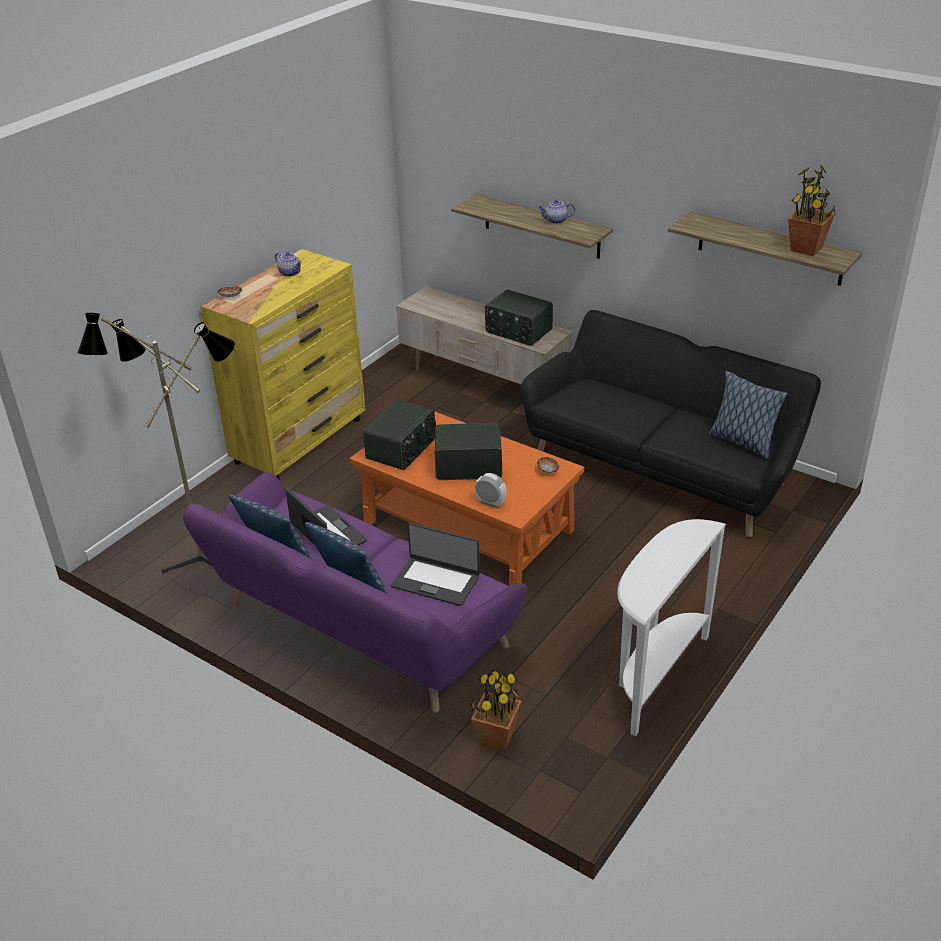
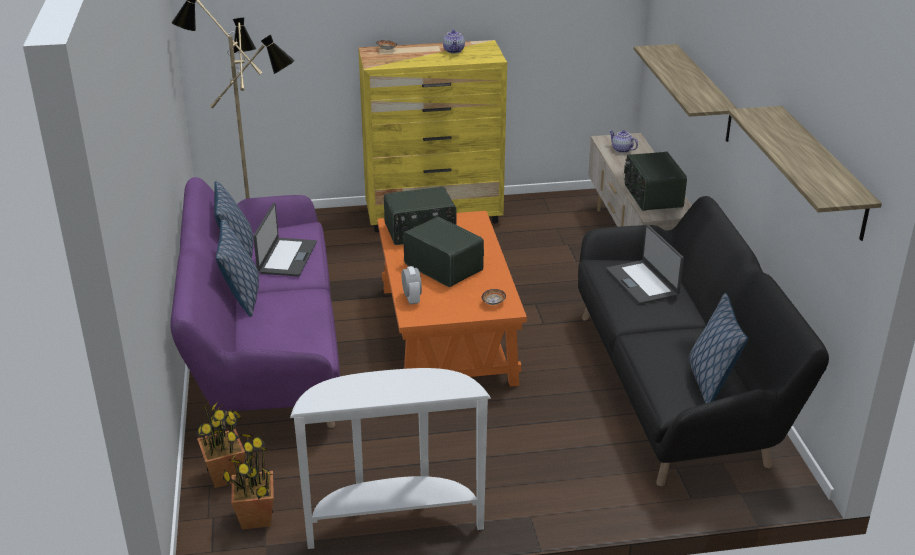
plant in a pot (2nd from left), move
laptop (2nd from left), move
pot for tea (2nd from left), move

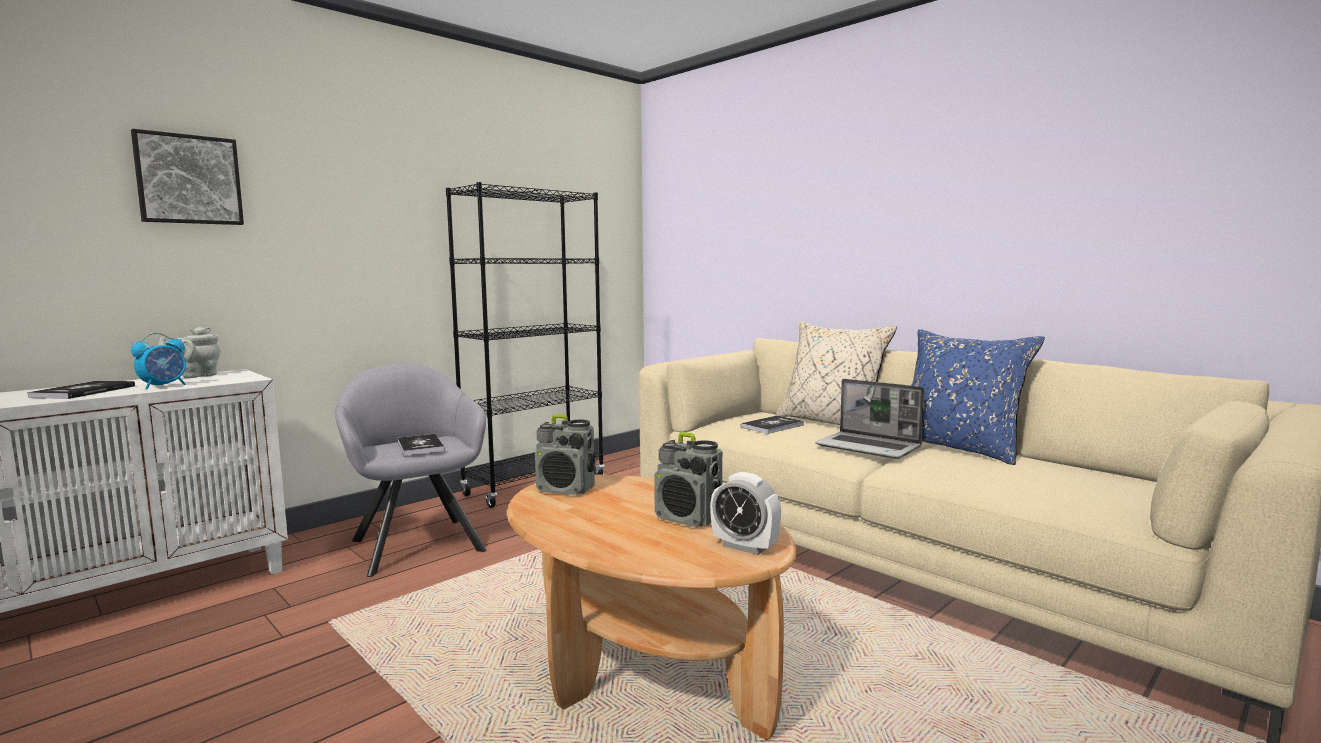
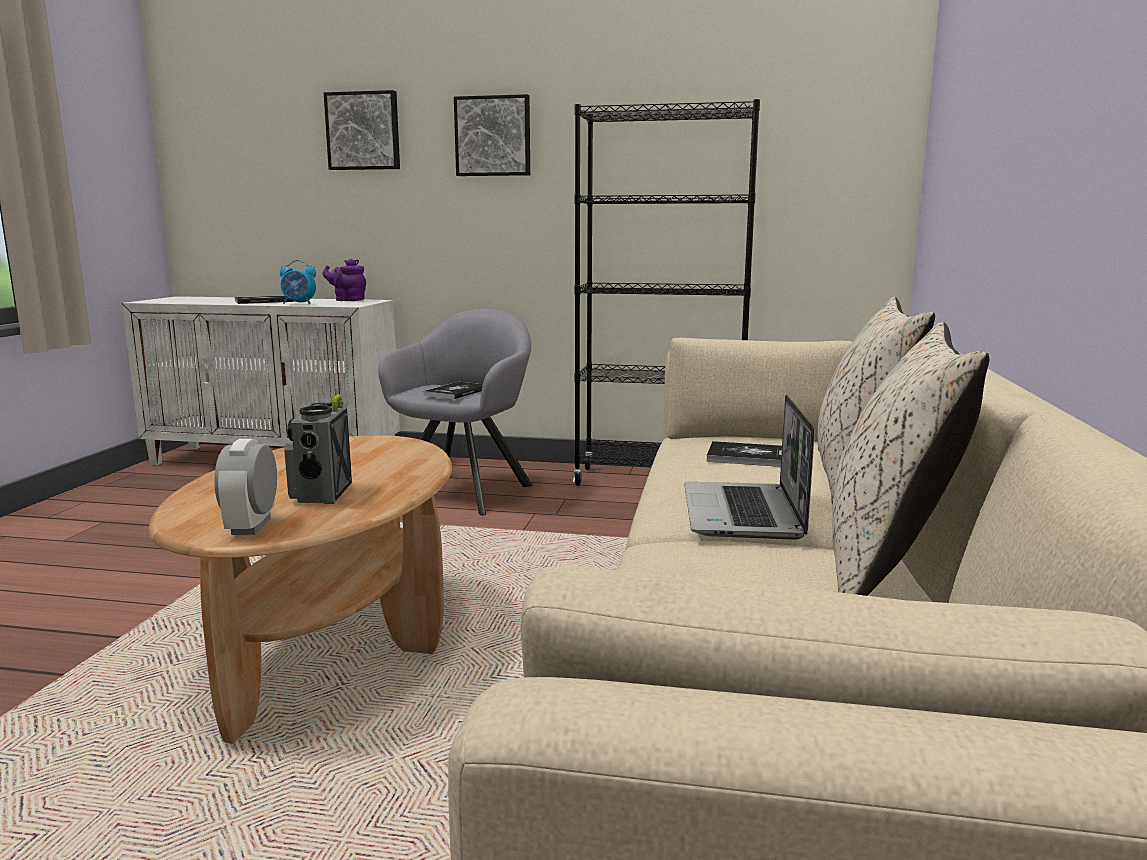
pot for tea/greyish → pot for tea/purple
- → wall picture (2nd from left)
pillow/bluish → pillow/beige (2nd from left)
radio receiver (1st from left) → -

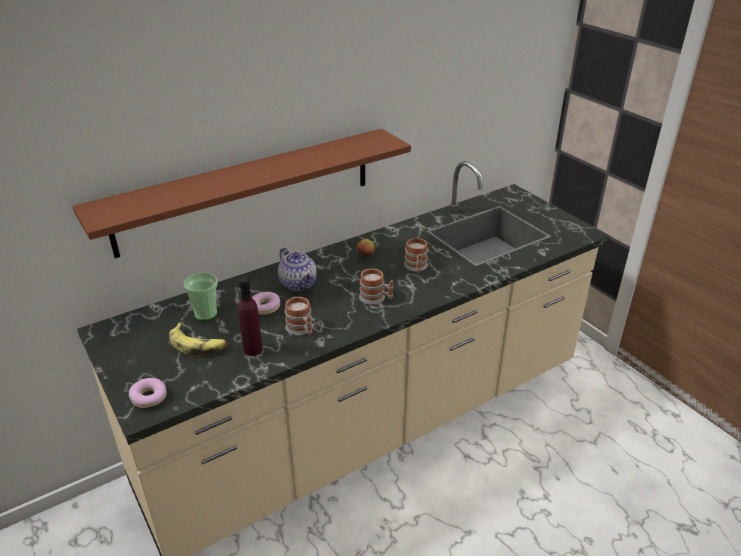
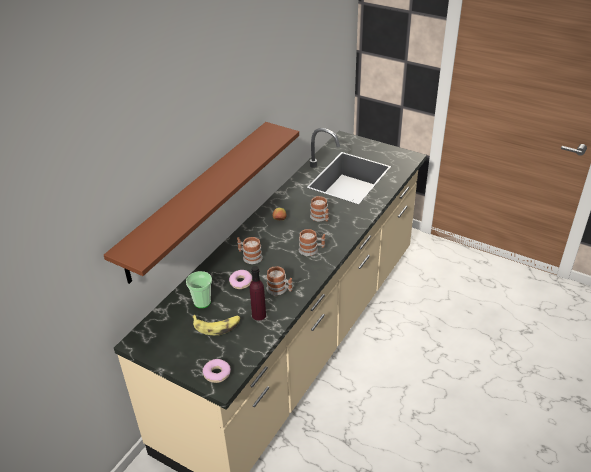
pot for tea → coffee mug (1st from left)

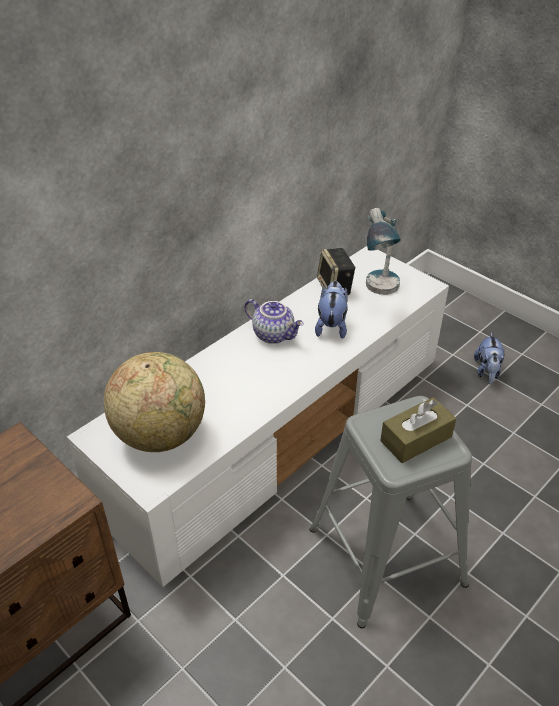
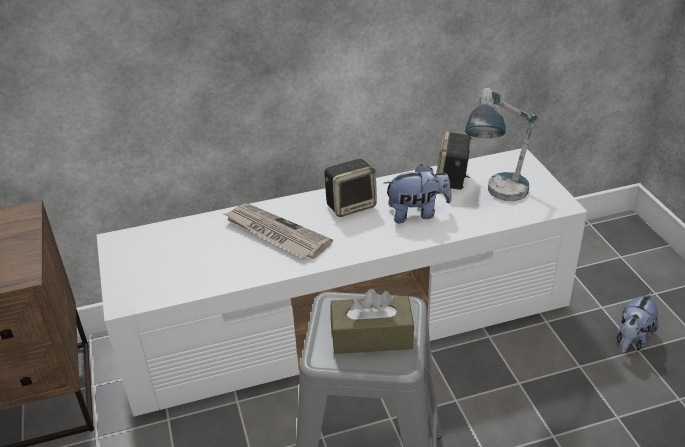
- → newspaper
pot for tea → loudspeaker (1st from left)
cuddly toy (1st from left), 45 degrees clockwise
world globe → -

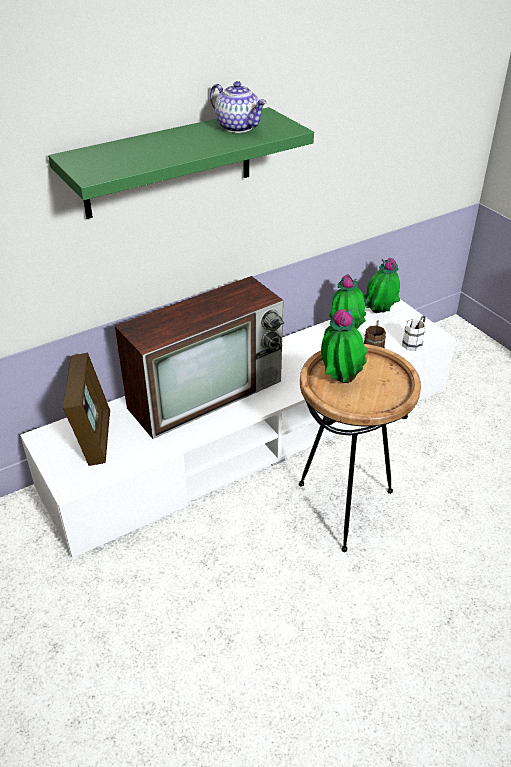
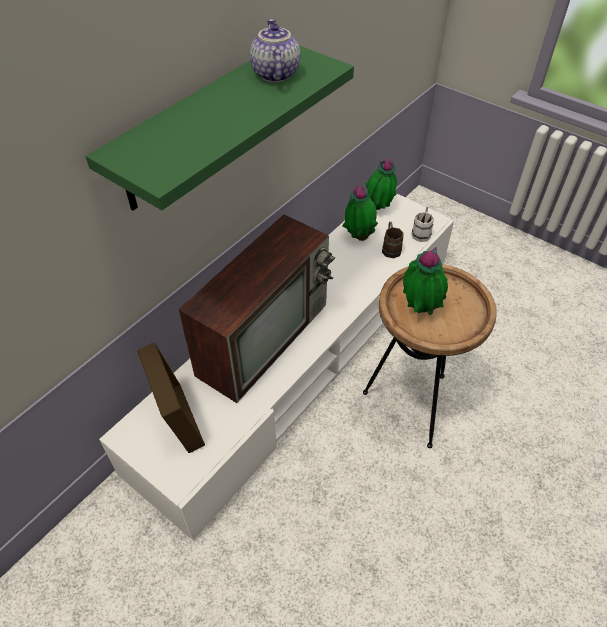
pot for tea, 120 degrees counterclockwise

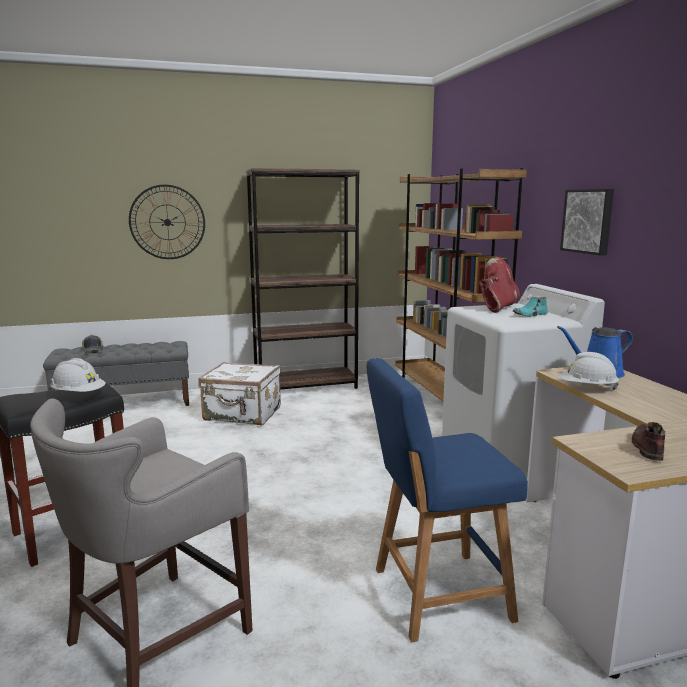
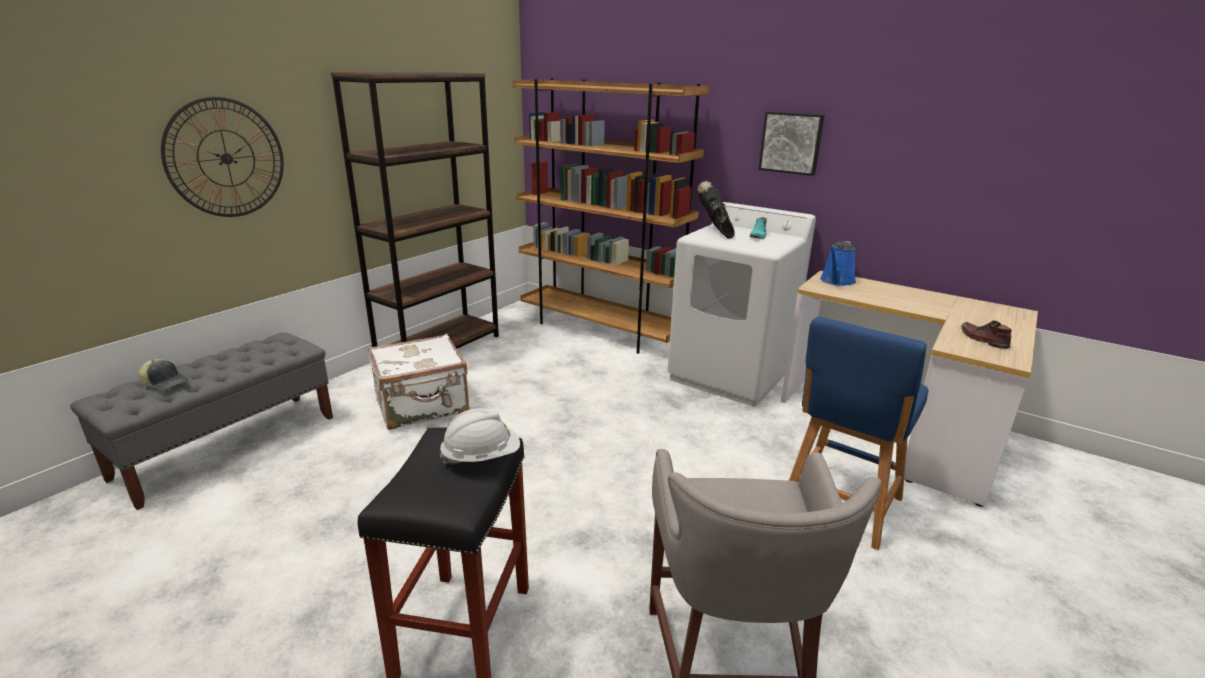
boot/red-coloured → boot/blackish
safety helmet/whitish (2nd from left) → -

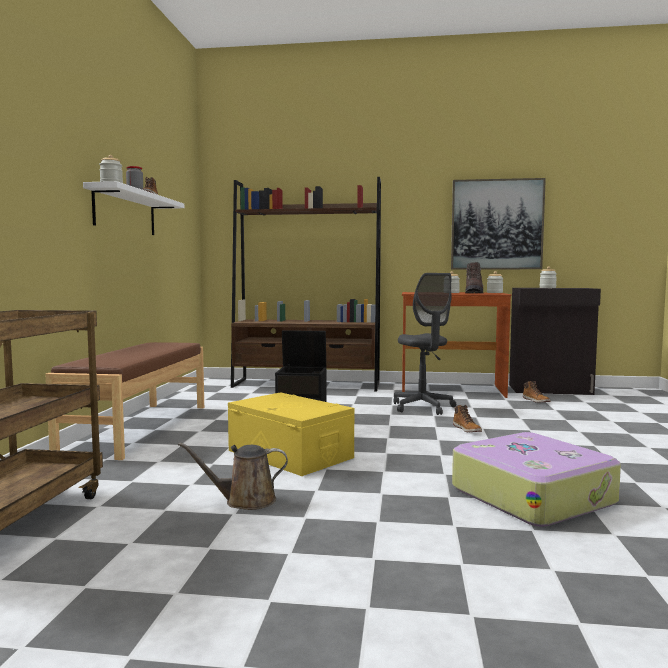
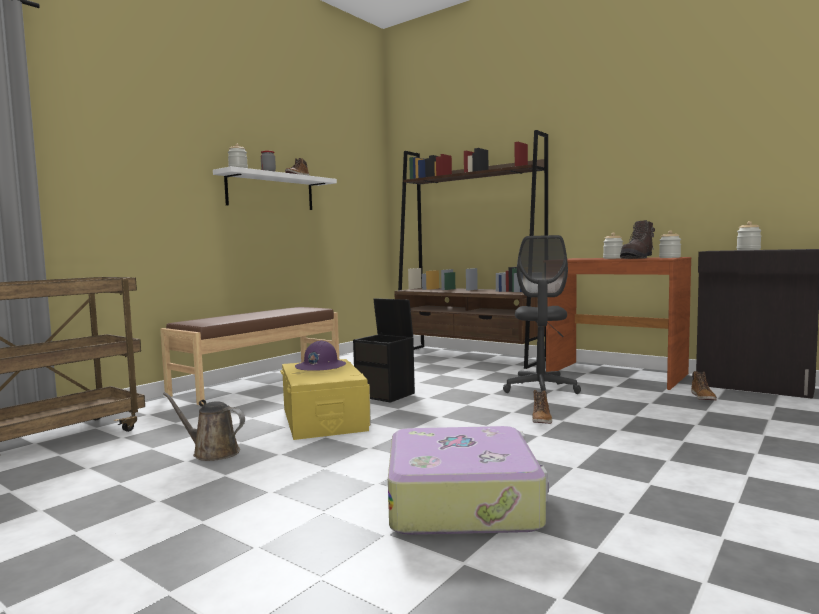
- → safety helmet/purple
wall picture → -

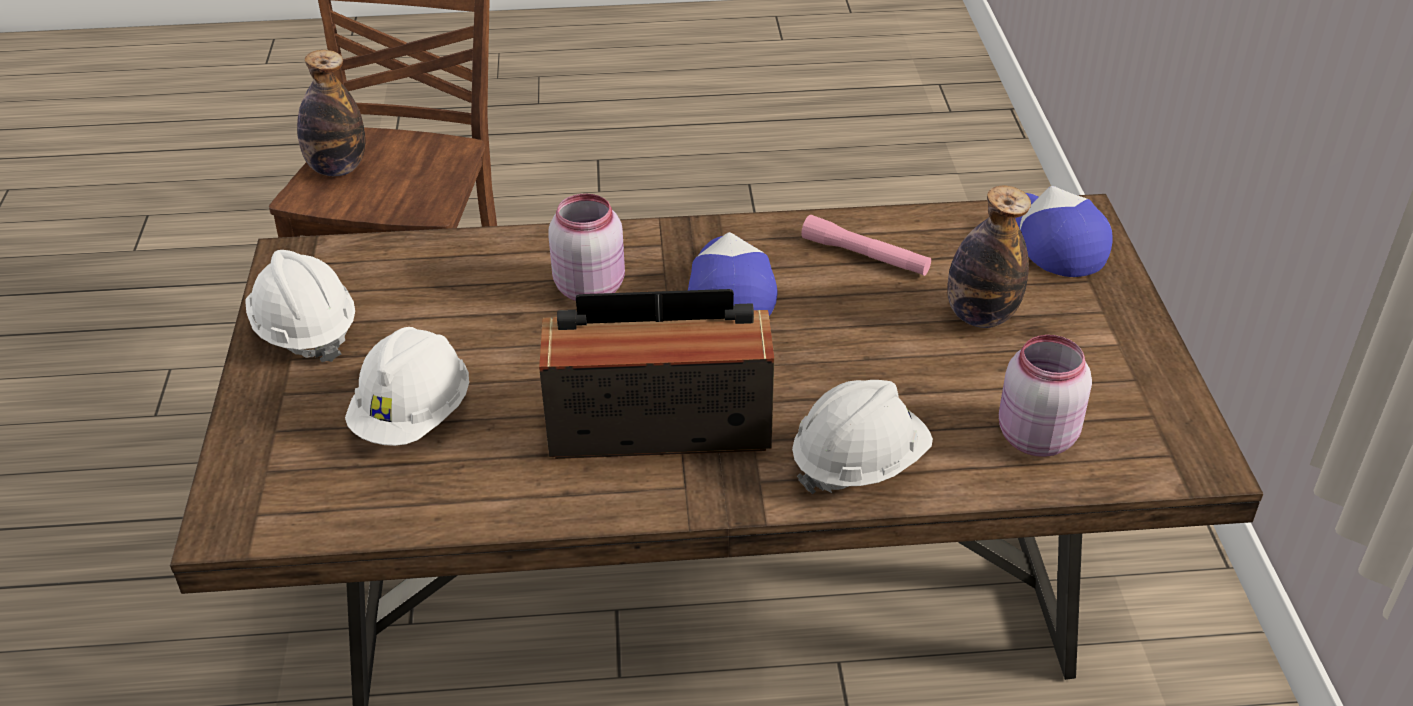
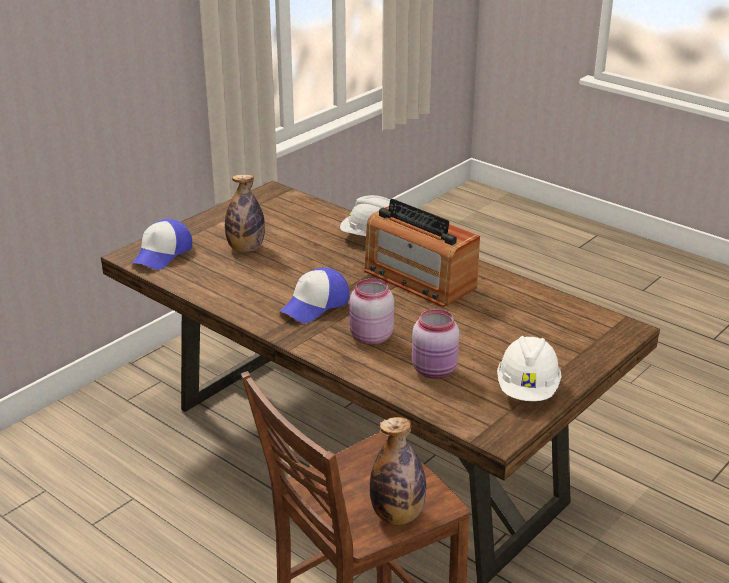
storage jar/pinkish (2nd from left), move
safety helmet/whitish (2nd from left) → -
torch/pinkish → -

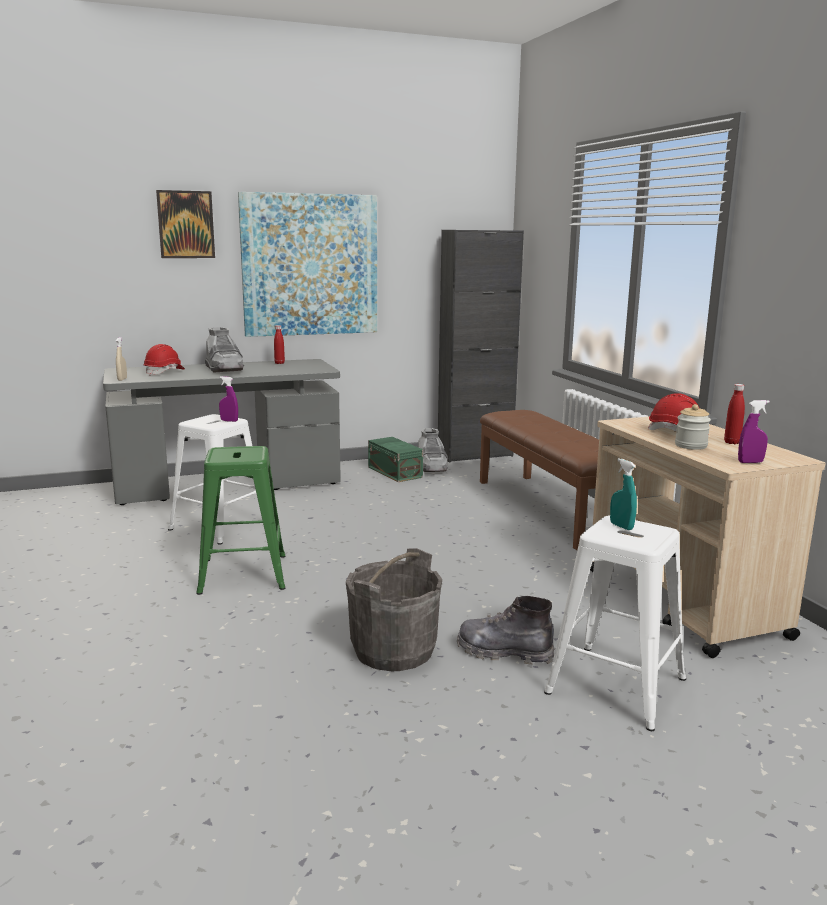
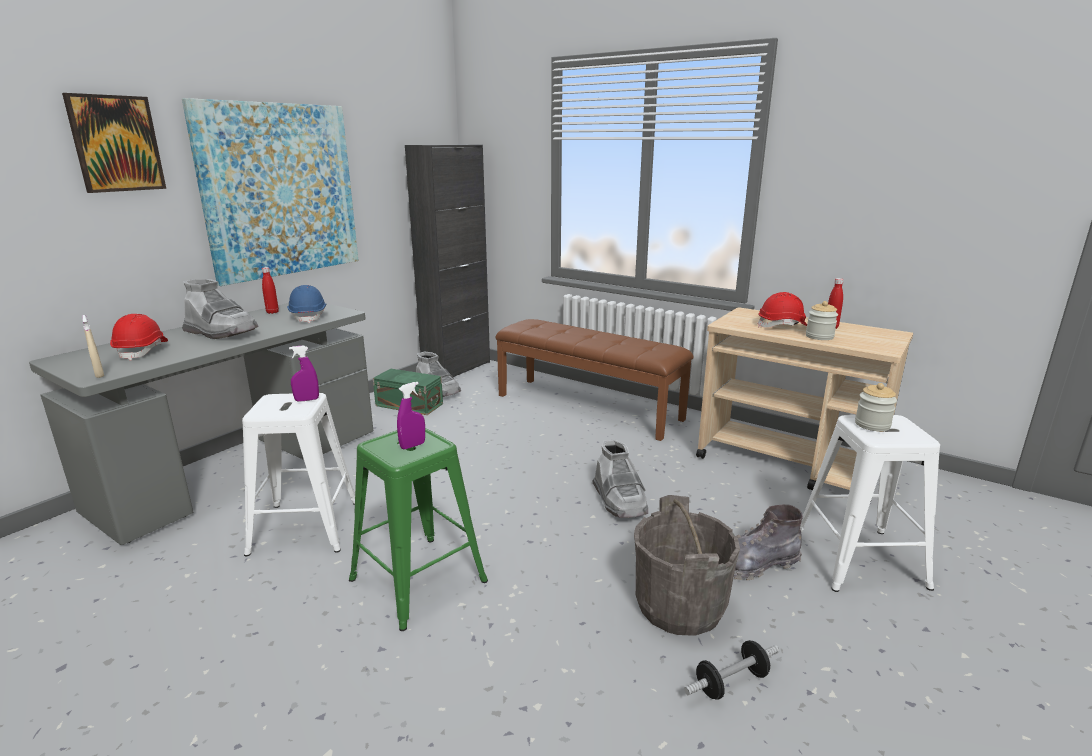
- → safety helmet/bluish
sprayer/purple (2nd from left), move
- → boot/greyish (3rd from left)
- → free weight
sprayer/turquoise → storage jar (2nd from left)

